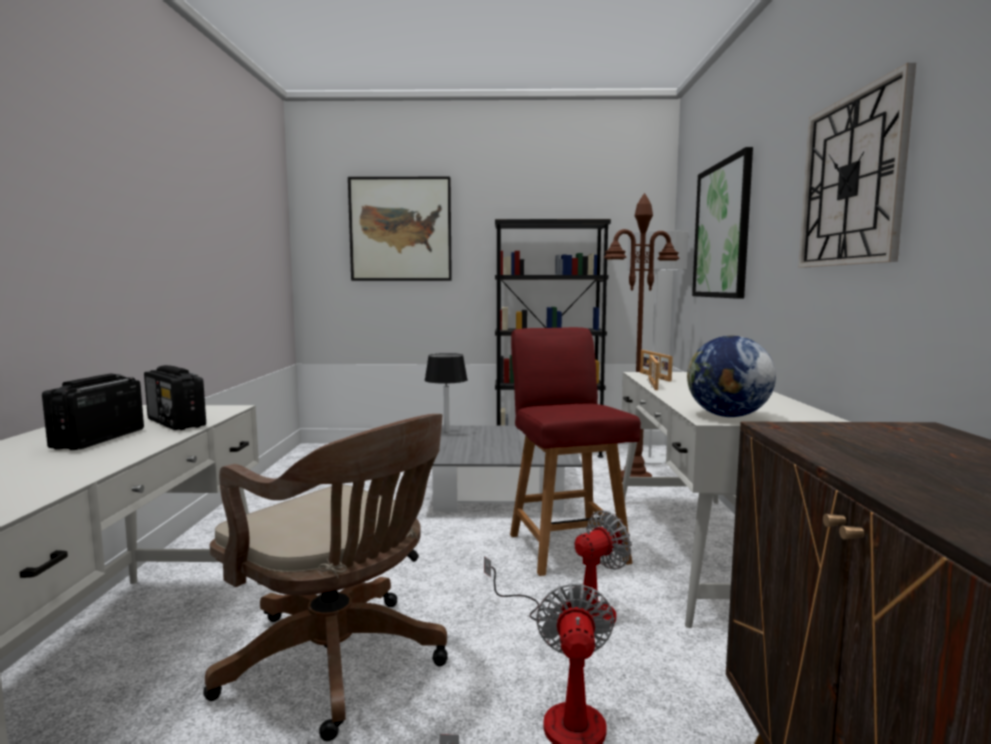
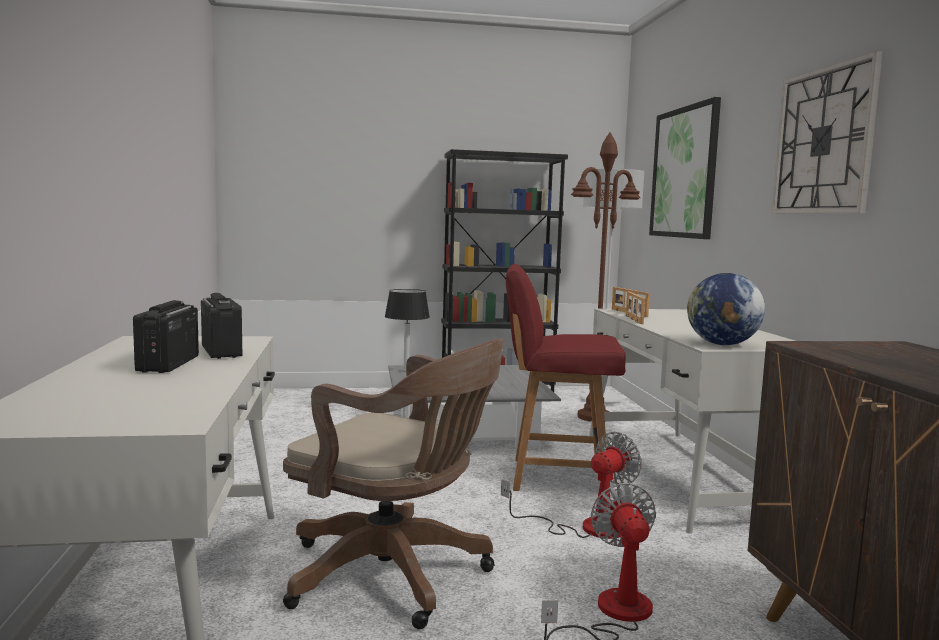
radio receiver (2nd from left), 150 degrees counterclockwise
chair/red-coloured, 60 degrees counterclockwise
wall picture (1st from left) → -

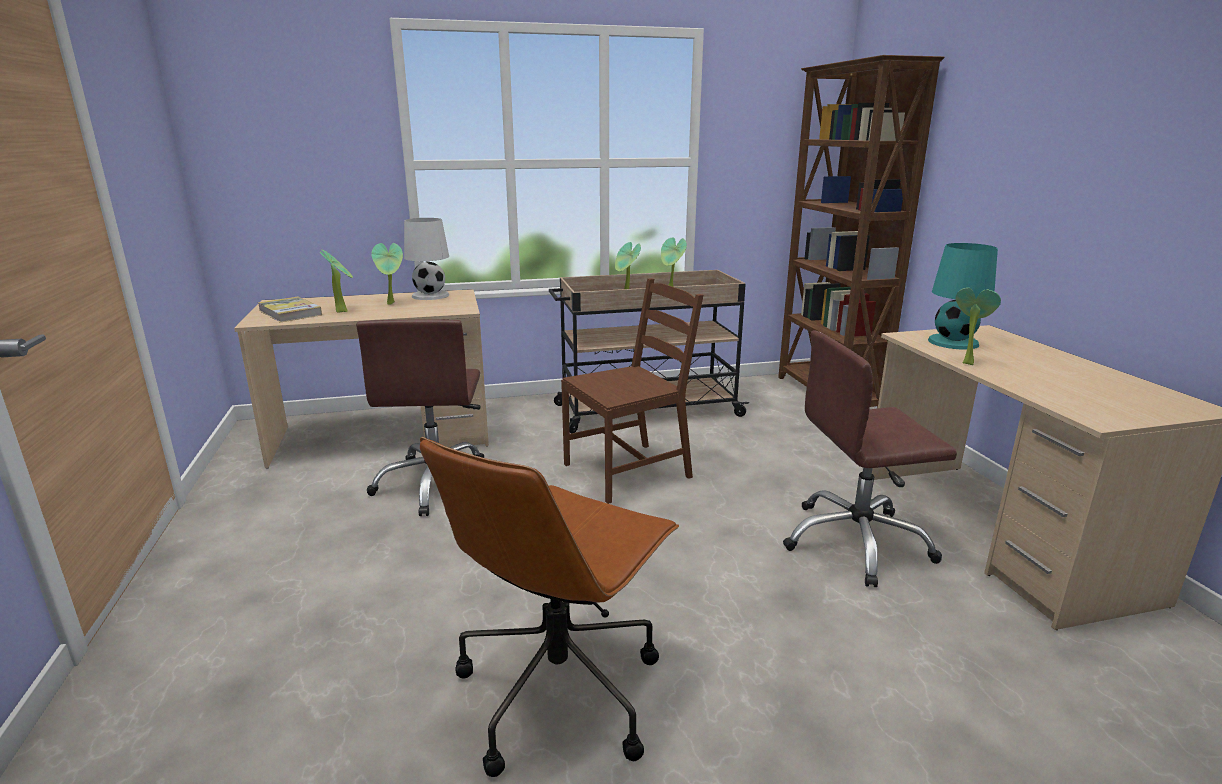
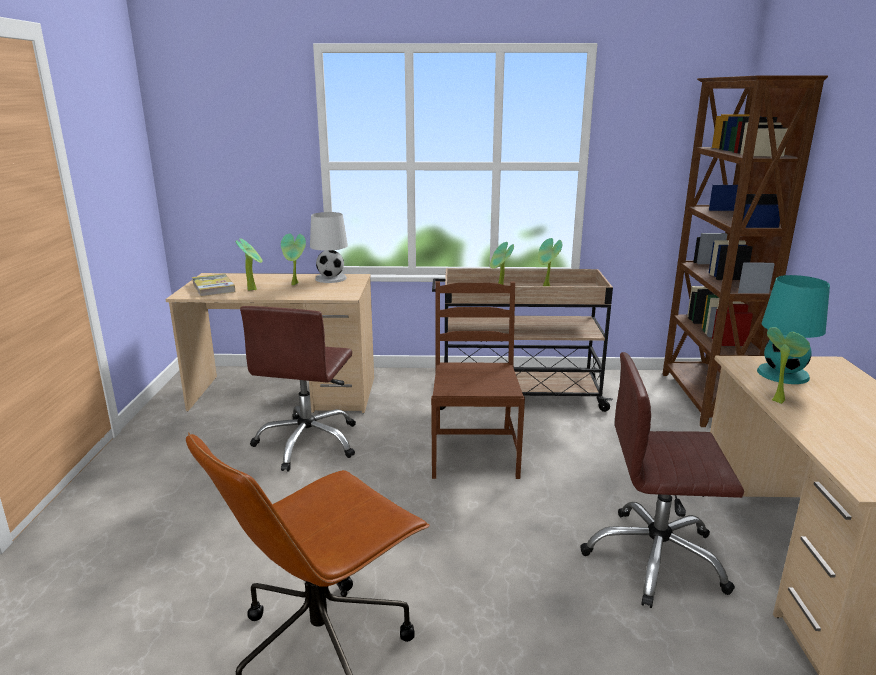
chair/brown-coloured, 75 degrees counterclockwise

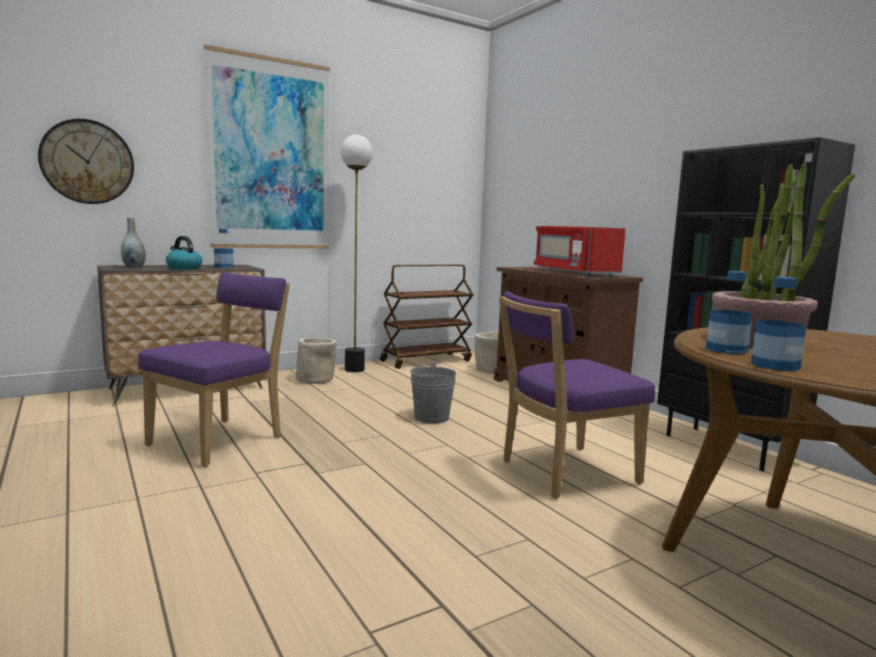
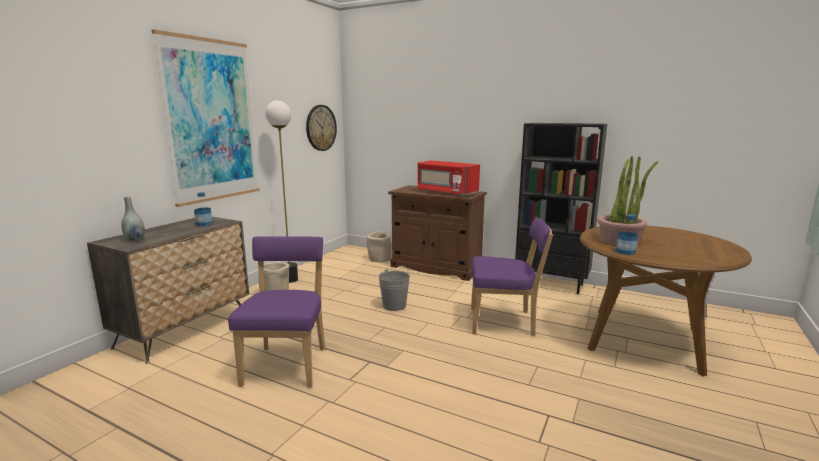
clock on the wall, move
chair/purple (2nd from left), 120 degrees counterclockwise
water kettle → -
cart/brown-coloured → -
beverage bottle (3rd from left) → -

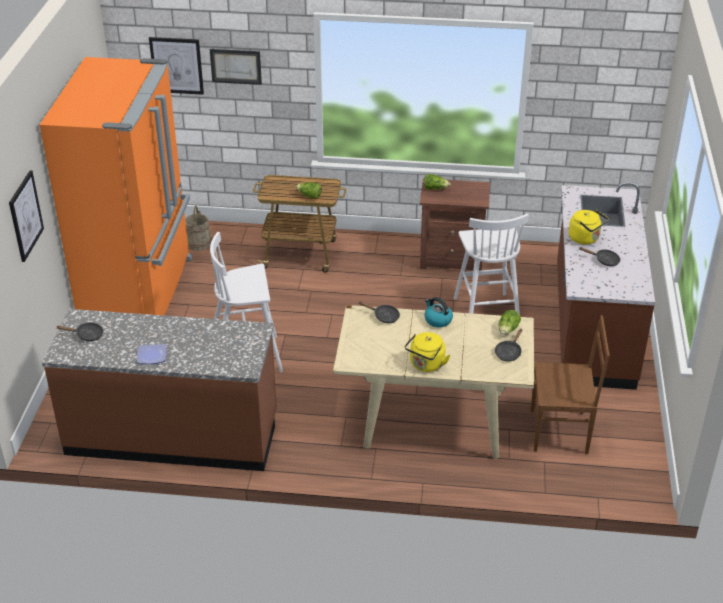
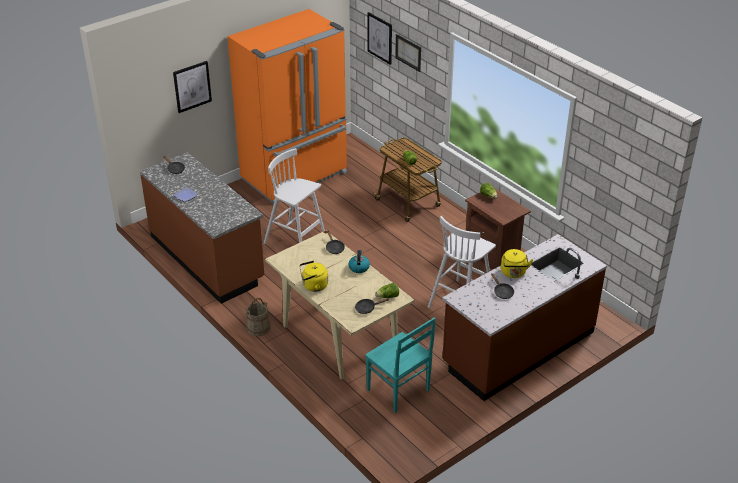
pail/beige, move
chair/brown-coloured → chair/turquoise

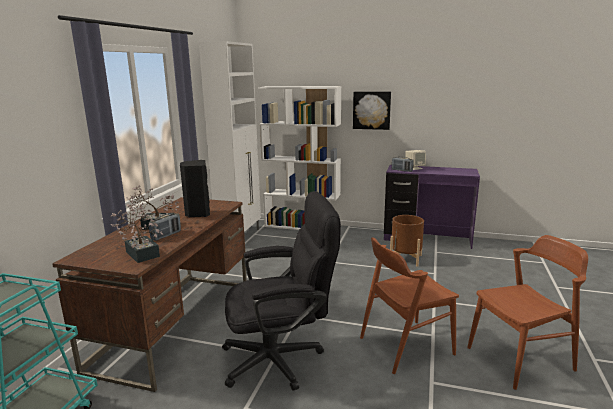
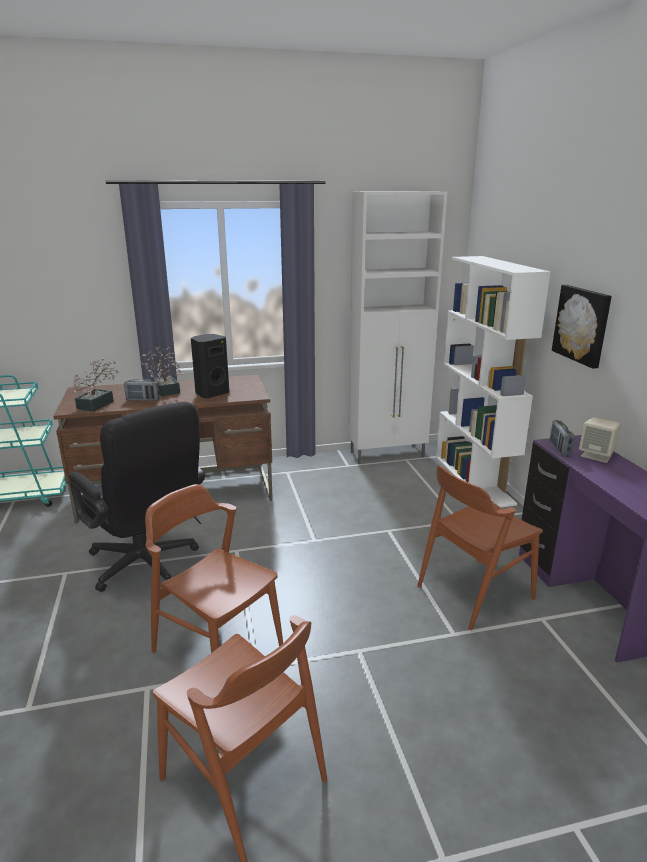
flower pot/brown-coloured → chair/brown-coloured (3rd from left)

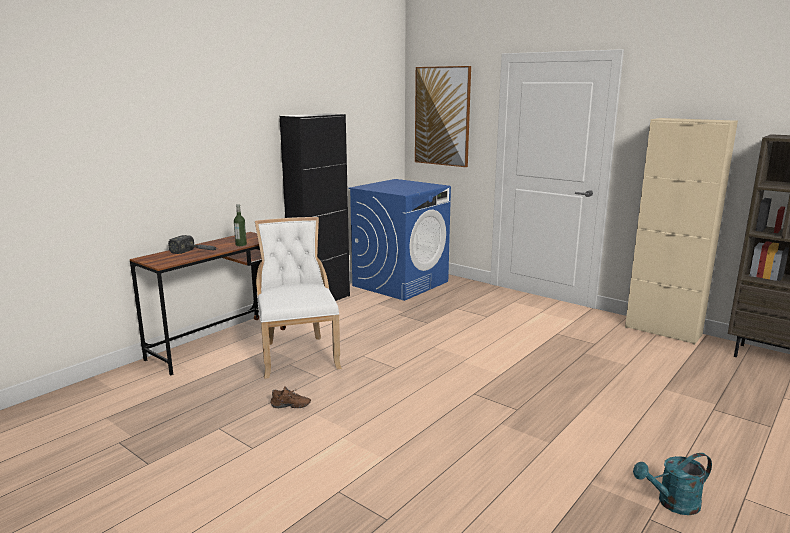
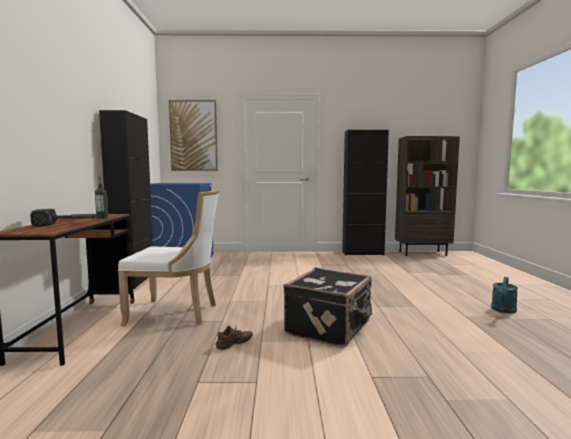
chair/whitish, 150 degrees clockwise
- → piece of luggage/blackish
cabinet/beige → cabinet/blackish (2nd from left)

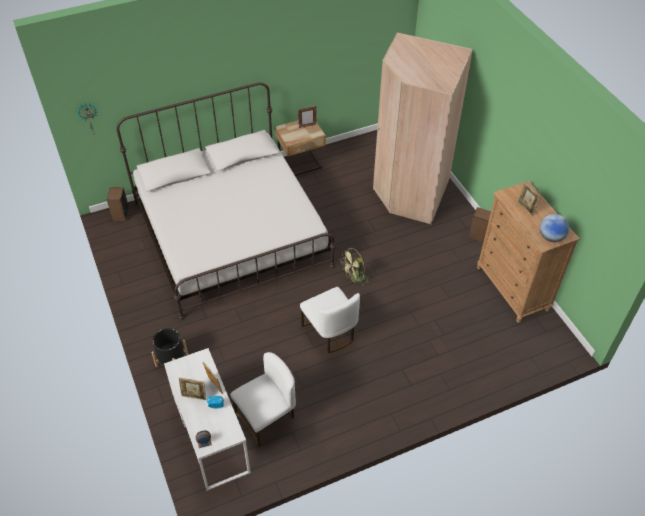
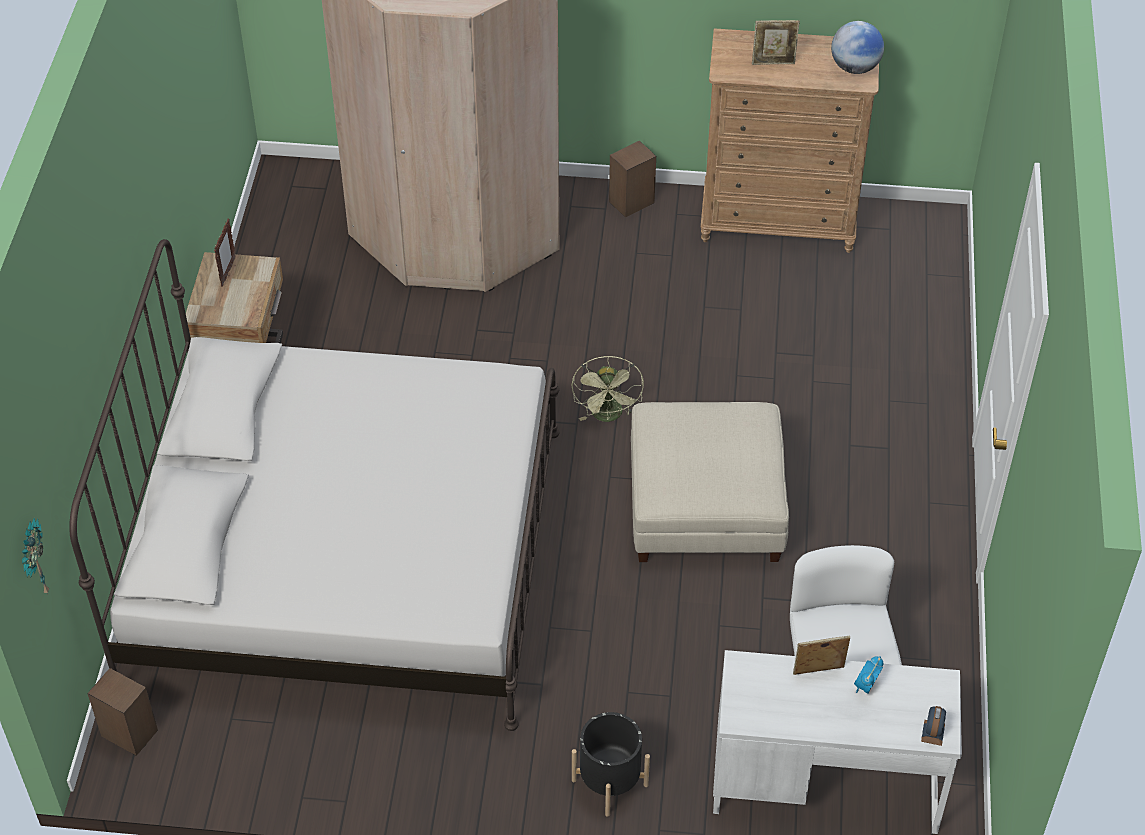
chair/whitish (2nd from left) → footrest/beige
picture frame (1st from left) → -

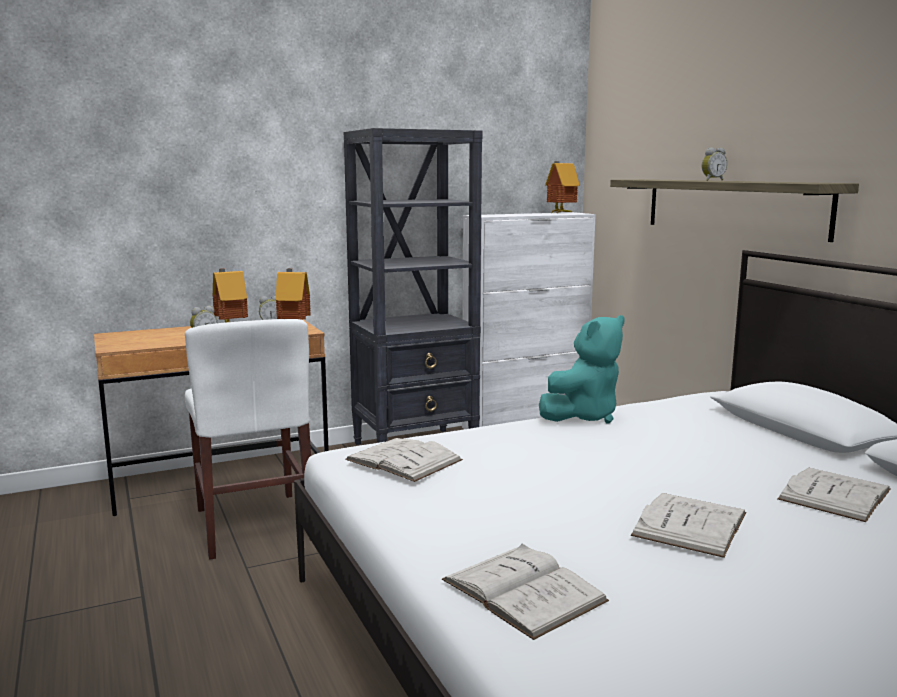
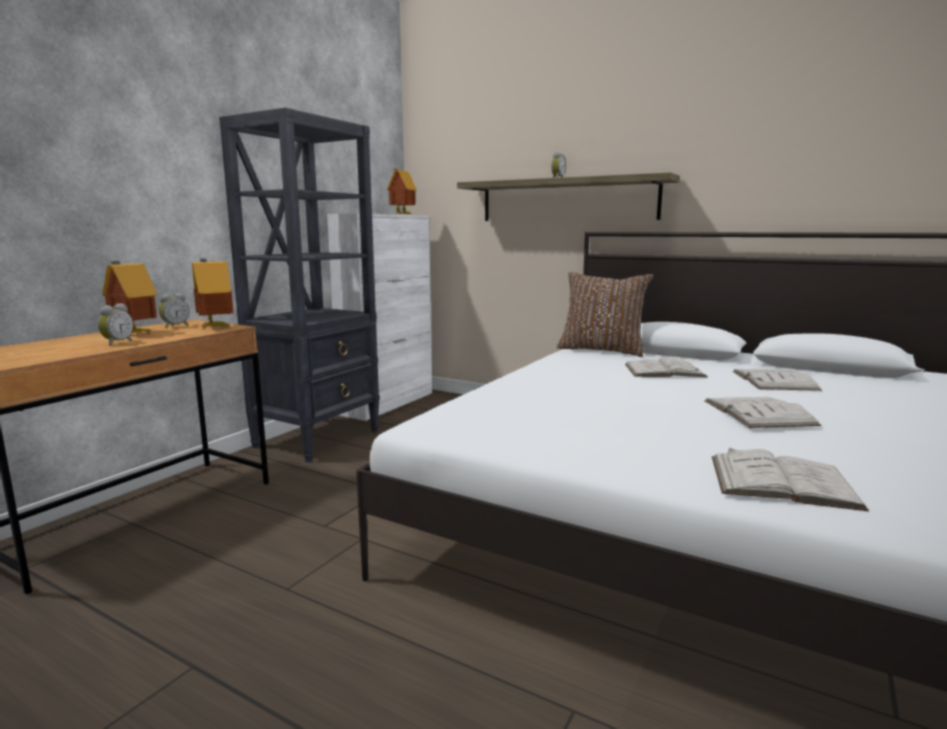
- → pillow/brown-coloured
bound book/whitish (1st from left), move
chair/whitish → -
cuddly toy/turquoise → -

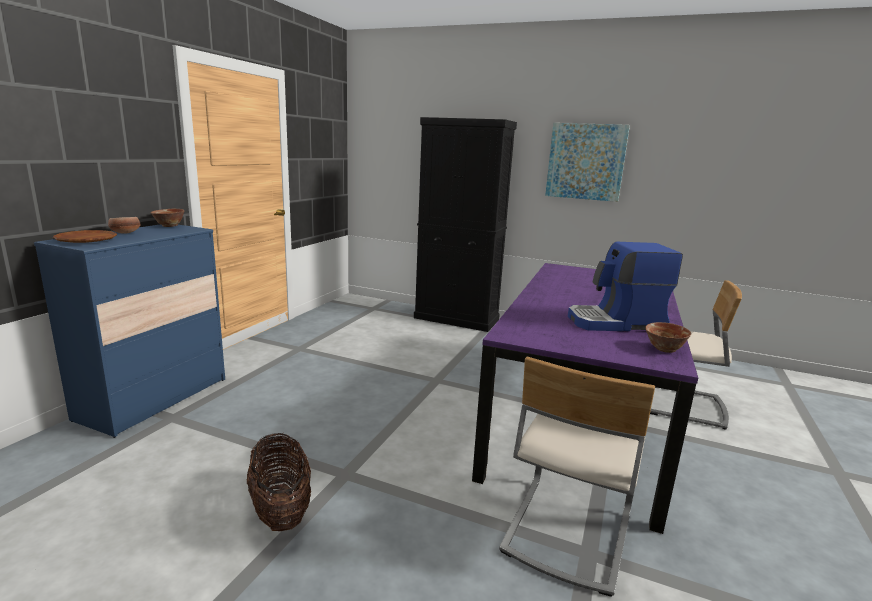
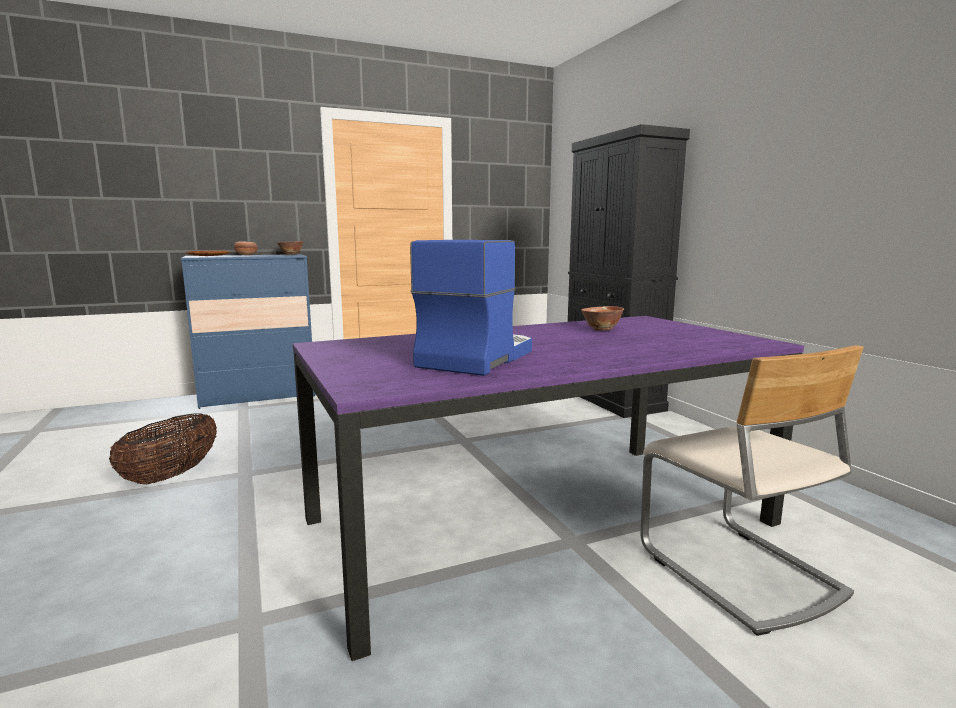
coffee maker, 75 degrees clockwise
deep dish (3rd from left), move
chair/beige (1st from left) → -
wall picture → -

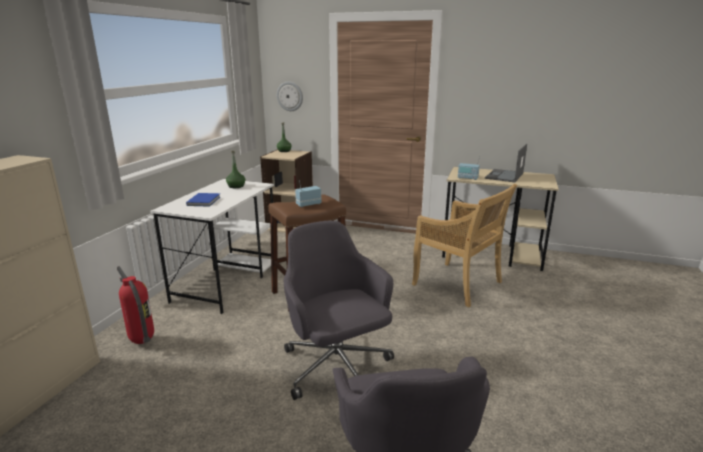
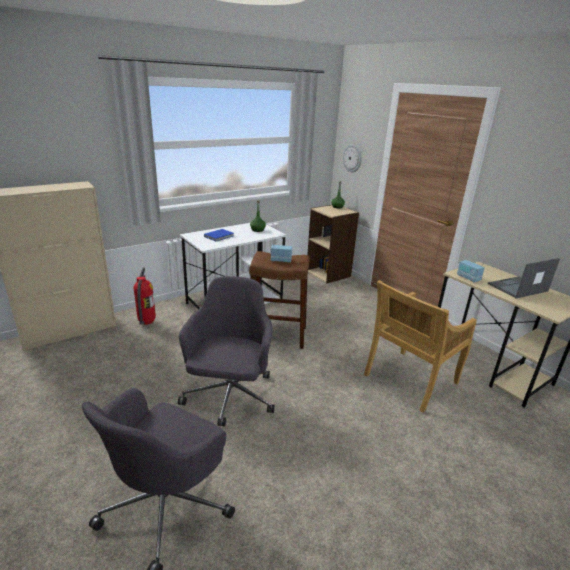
chair/beige, 60 degrees clockwise

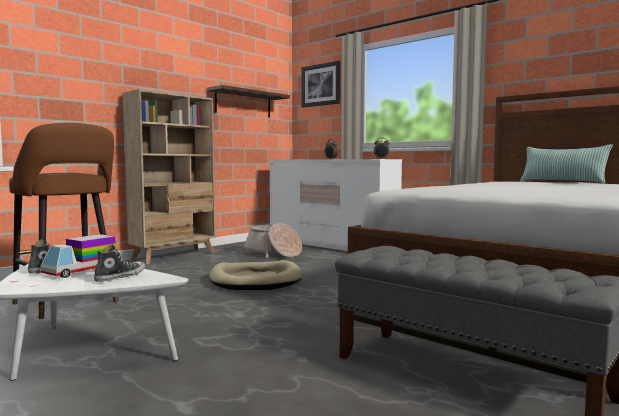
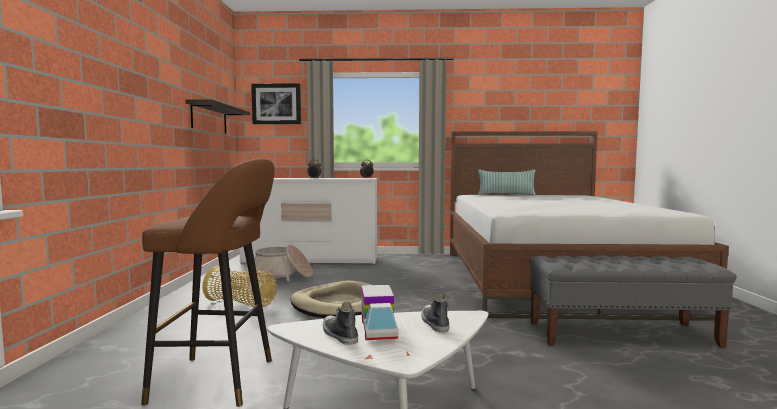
- → basket (1st from left)
shelving unit/beige → -

